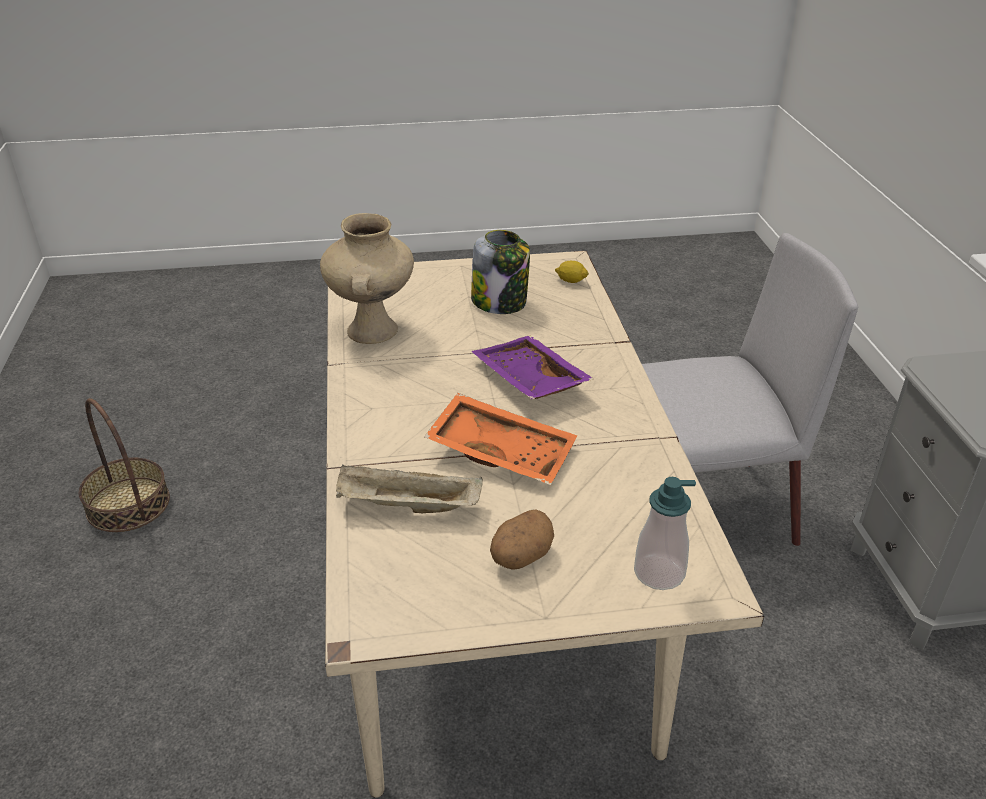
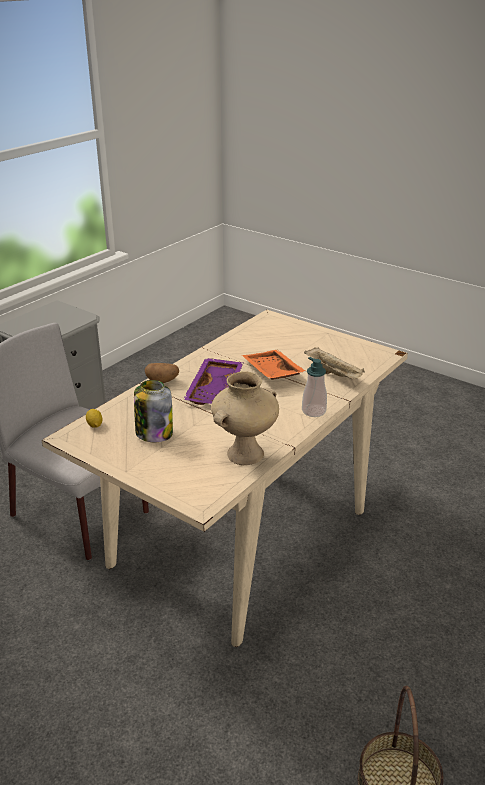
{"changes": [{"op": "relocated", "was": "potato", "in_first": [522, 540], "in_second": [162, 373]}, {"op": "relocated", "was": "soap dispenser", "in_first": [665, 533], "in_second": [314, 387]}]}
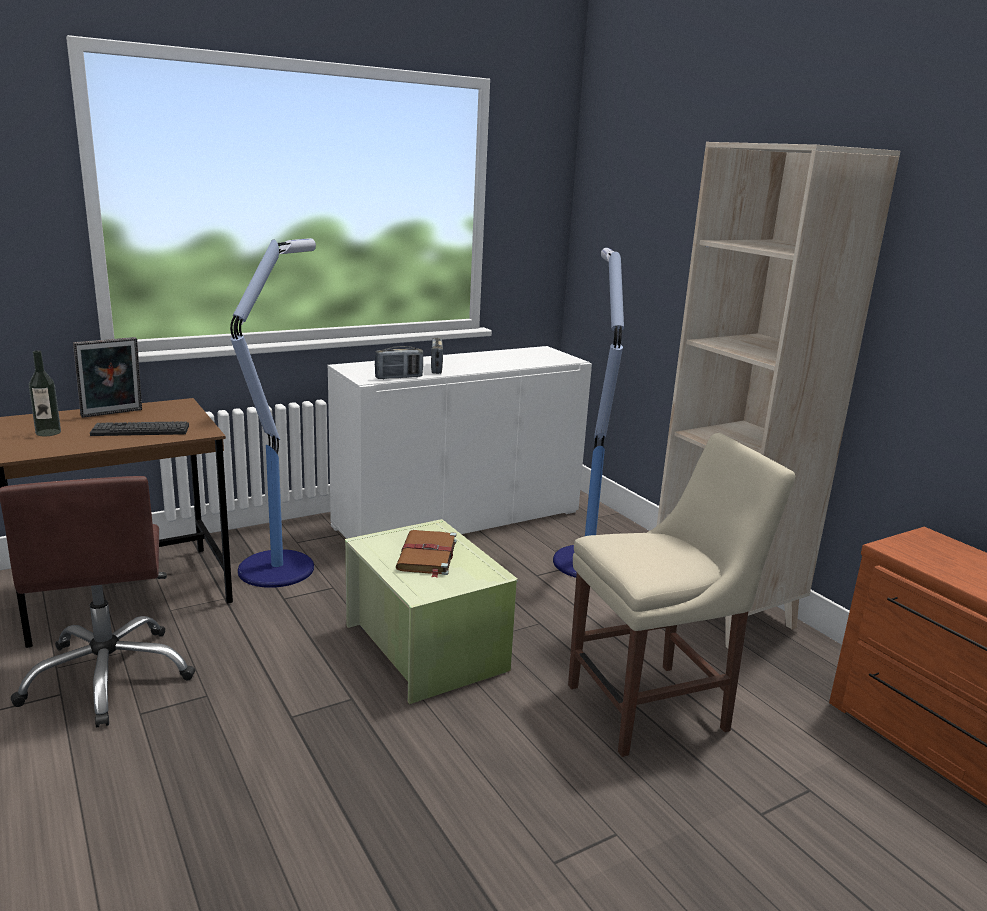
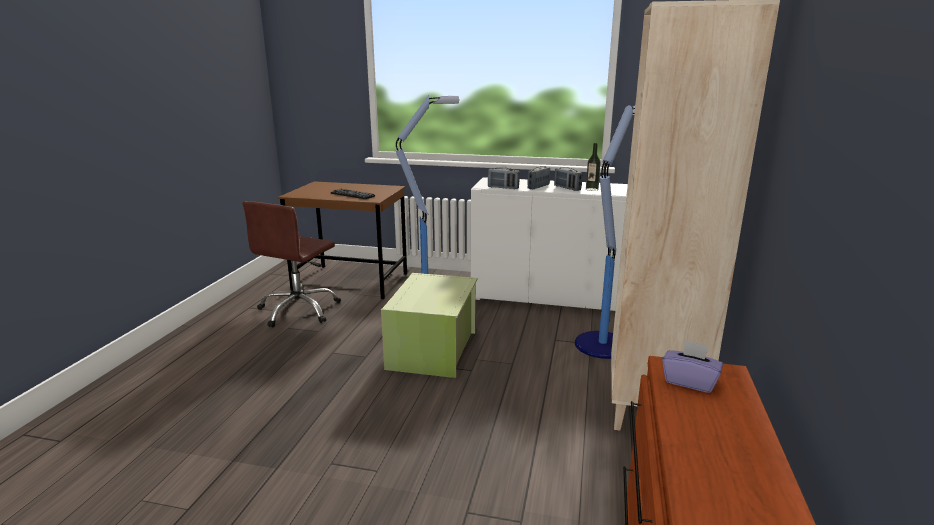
{"changes": [{"op": "relocated", "was": "bottle", "in_first": [45, 393], "in_second": [593, 167]}, {"op": "missing", "was": "picture frame", "in_first": [107, 377]}, {"op": "missing", "was": "brown book", "in_first": [426, 554]}, {"op": "missing", "was": "beige chair", "in_first": [681, 595]}, {"op": "appeared", "now": "radio", "in_second": [568, 179]}, {"op": "appeared", "now": "purple tissue box", "in_second": [692, 366]}]}
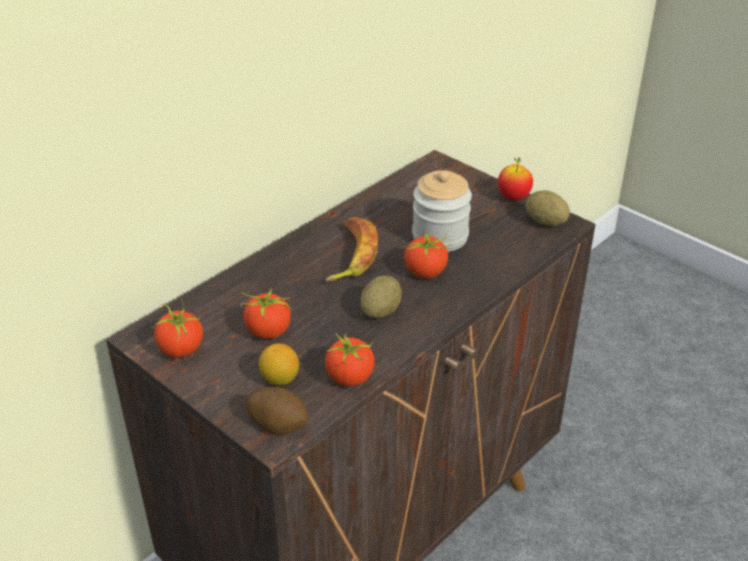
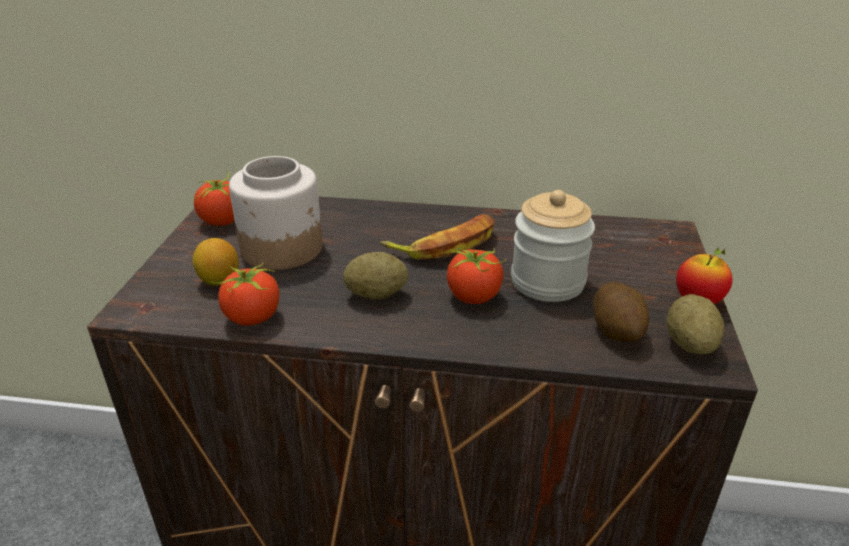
{"changes": [{"op": "exchanged", "was": "tomato", "now": "jar", "in_first": [266, 314], "in_second": [276, 213]}, {"op": "relocated", "was": "potato", "in_first": [277, 411], "in_second": [621, 312]}]}
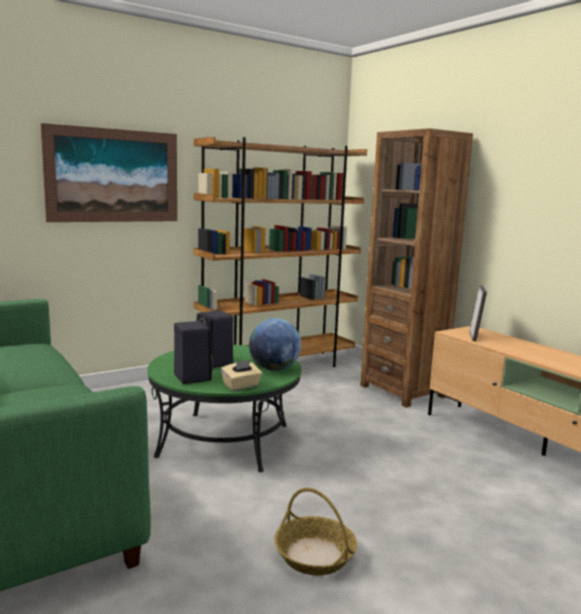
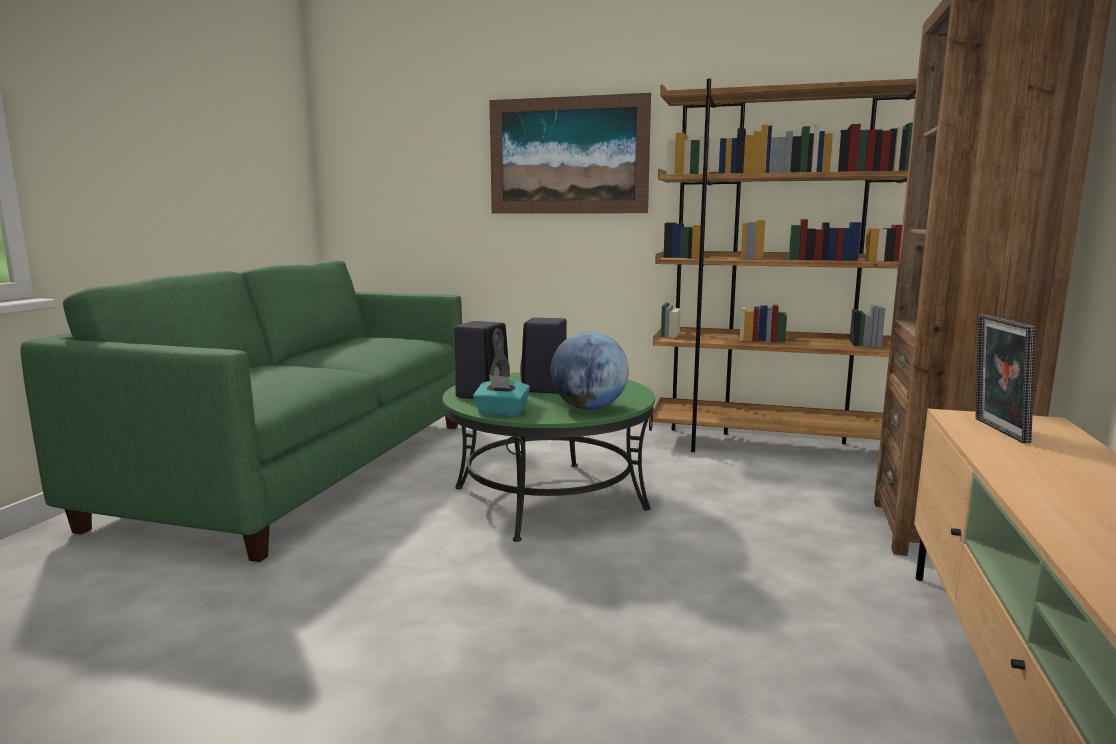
{"changes": [{"op": "colour", "was": "beige tissue box", "now": "turquoise tissue box", "in_first": [241, 375], "in_second": [501, 396]}, {"op": "missing", "was": "basket", "in_first": [315, 531]}, {"op": "spun", "was": "picture frame", "in_first": [478, 313], "in_second": [1005, 378], "clockwise": 120}]}
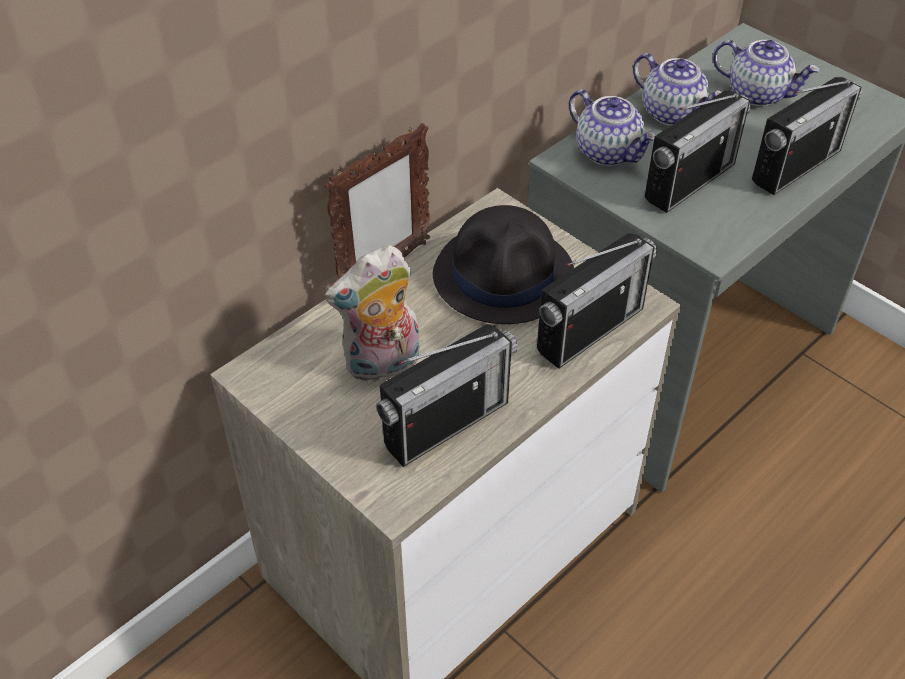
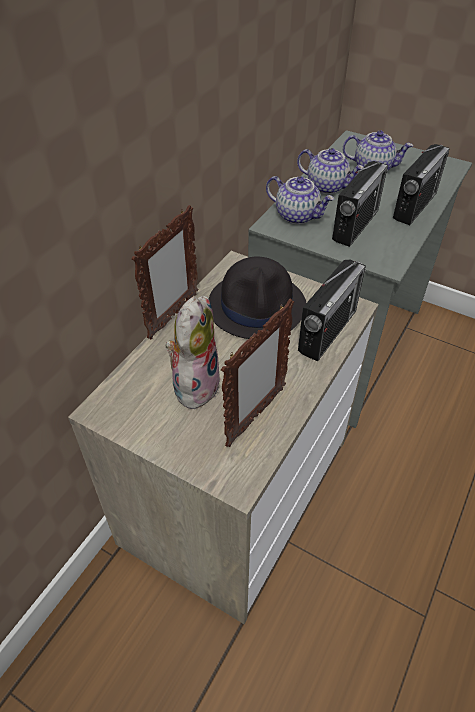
{"changes": [{"op": "spun", "was": "plush toy", "in_first": [372, 313], "in_second": [193, 352], "clockwise": 150}, {"op": "exchanged", "was": "radio", "now": "picture frame", "in_first": [447, 395], "in_second": [257, 373]}]}
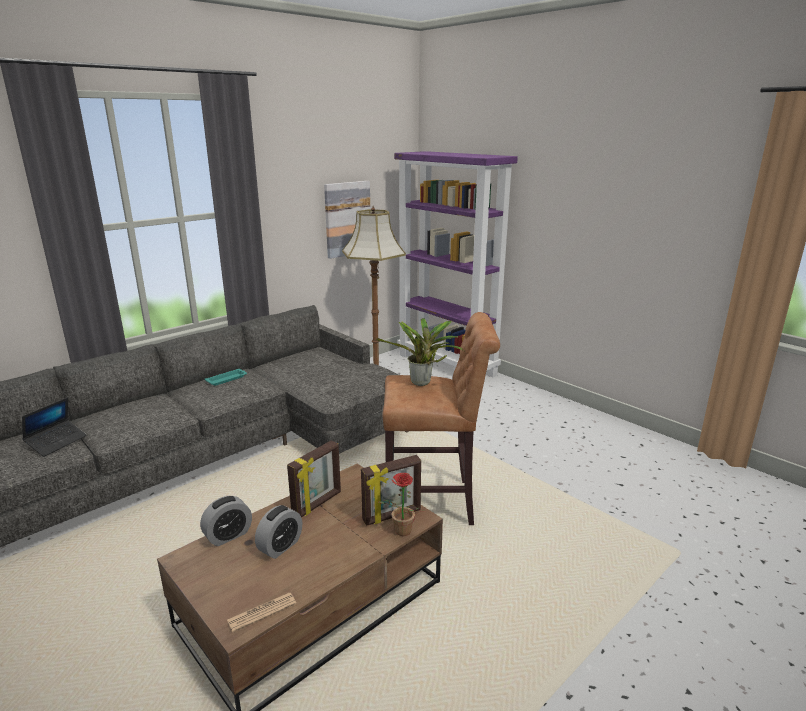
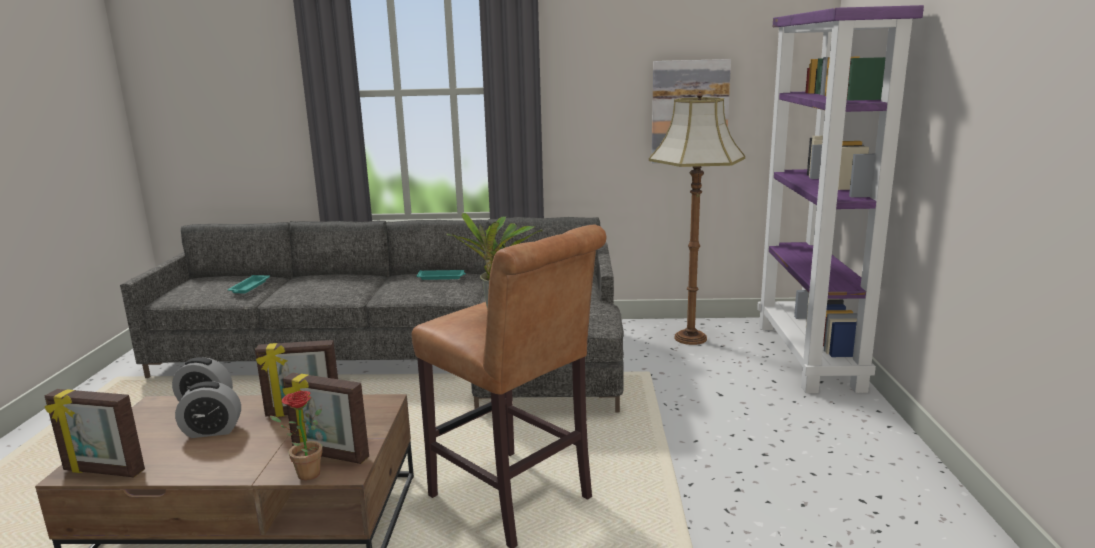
{"changes": [{"op": "exchanged", "was": "laptop", "now": "turquoise tray", "in_first": [54, 427], "in_second": [249, 284]}, {"op": "exchanged", "was": "newspaper", "now": "picture frame", "in_first": [261, 612], "in_second": [95, 433]}]}
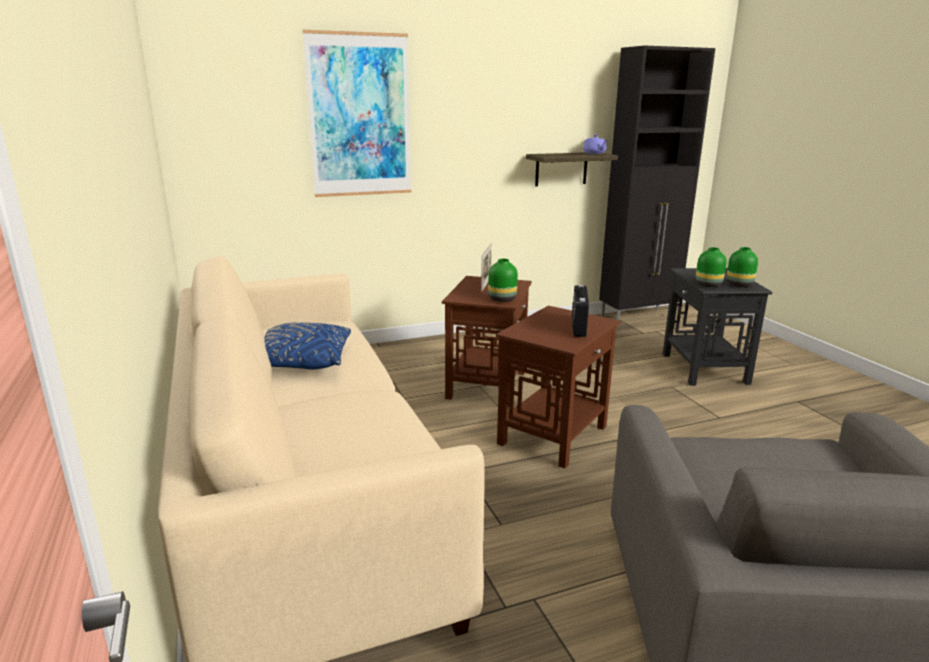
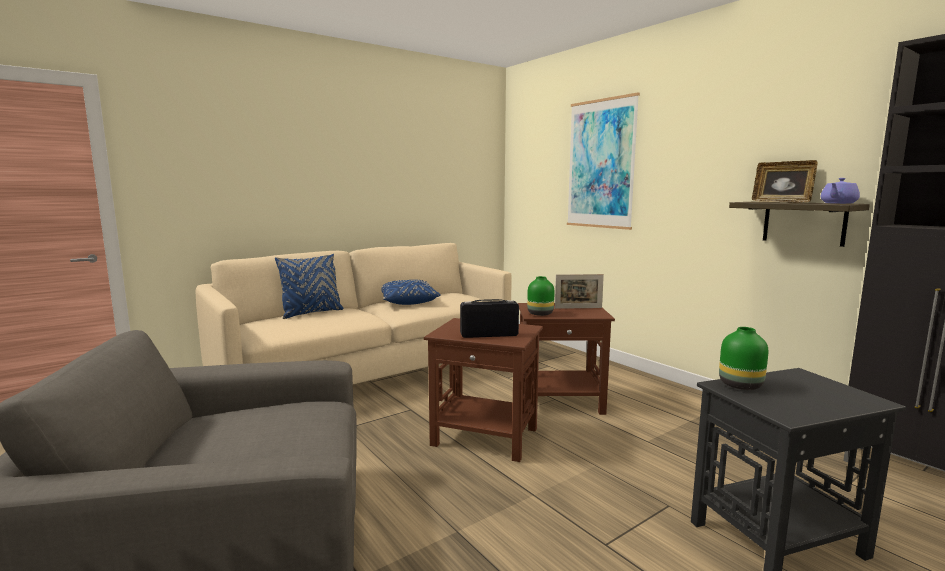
{"changes": [{"op": "missing", "was": "green vase", "in_first": [742, 267]}, {"op": "appeared", "now": "blue pillow", "in_second": [309, 286]}, {"op": "appeared", "now": "picture frame", "in_second": [785, 181]}]}
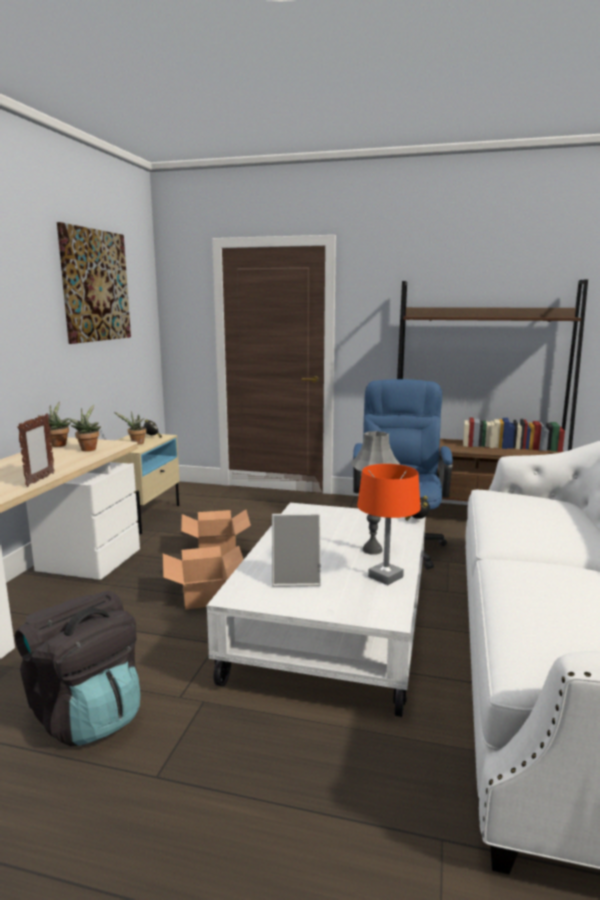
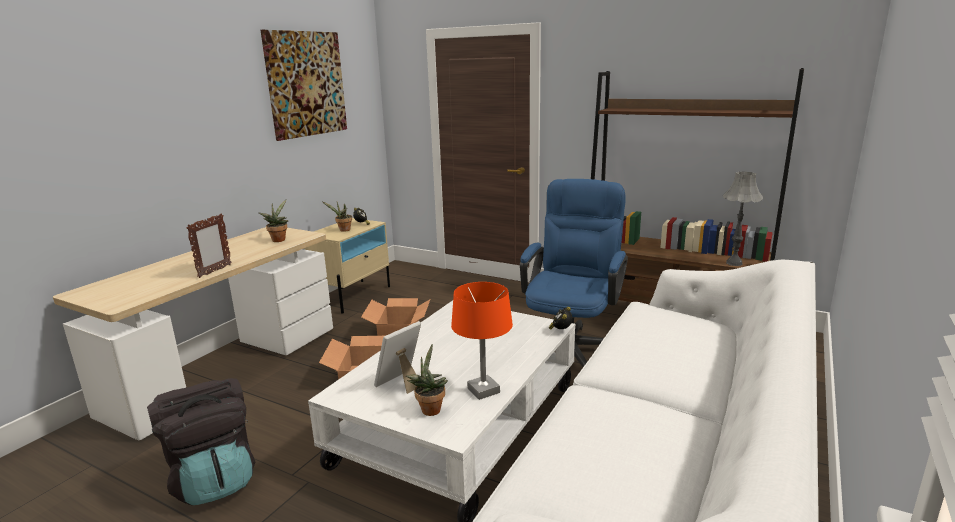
{"changes": [{"op": "relocated", "was": "potted plant", "in_first": [54, 424], "in_second": [427, 380]}, {"op": "spun", "was": "picture frame", "in_first": [296, 550], "in_second": [397, 357], "clockwise": 120}, {"op": "relocated", "was": "grey table lamp", "in_first": [375, 493], "in_second": [743, 219]}]}
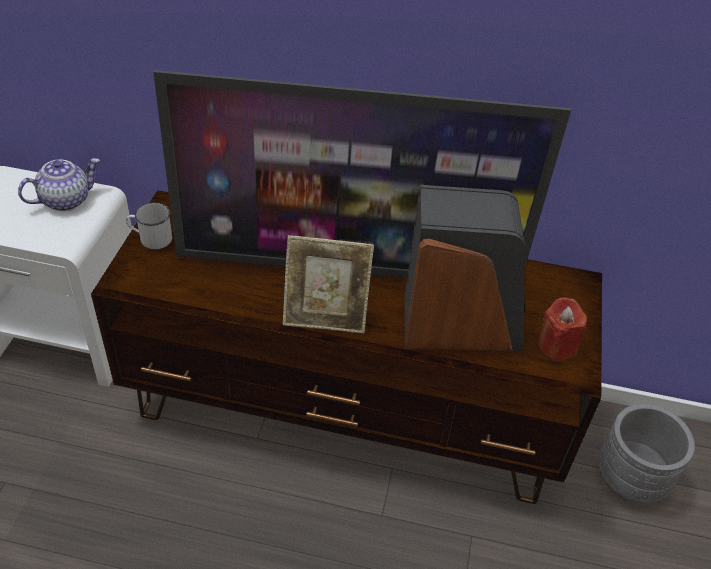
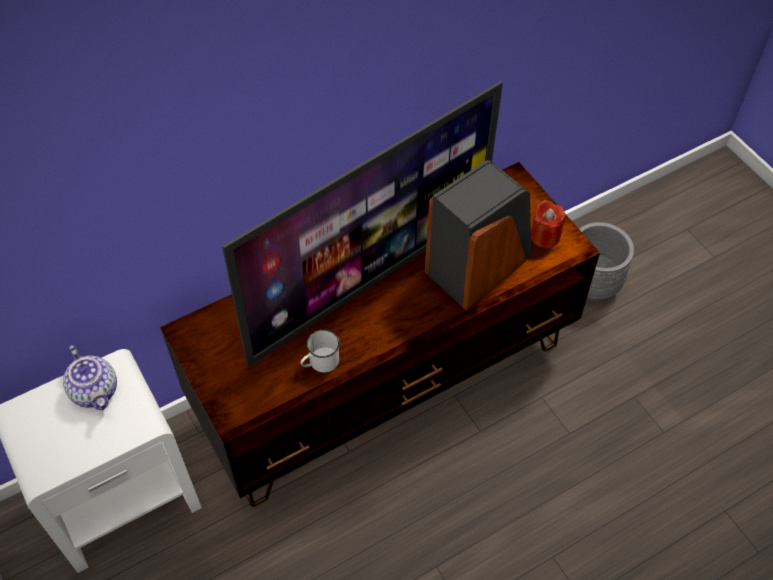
{"changes": [{"op": "spun", "was": "teapot", "in_first": [59, 184], "in_second": [90, 377], "clockwise": 135}, {"op": "relocated", "was": "white mug", "in_first": [149, 225], "in_second": [320, 351]}, {"op": "missing", "was": "picture frame", "in_first": [328, 284]}]}
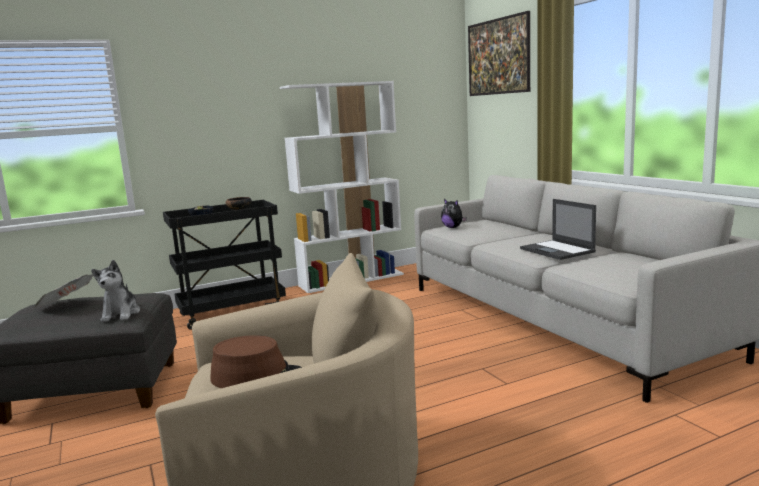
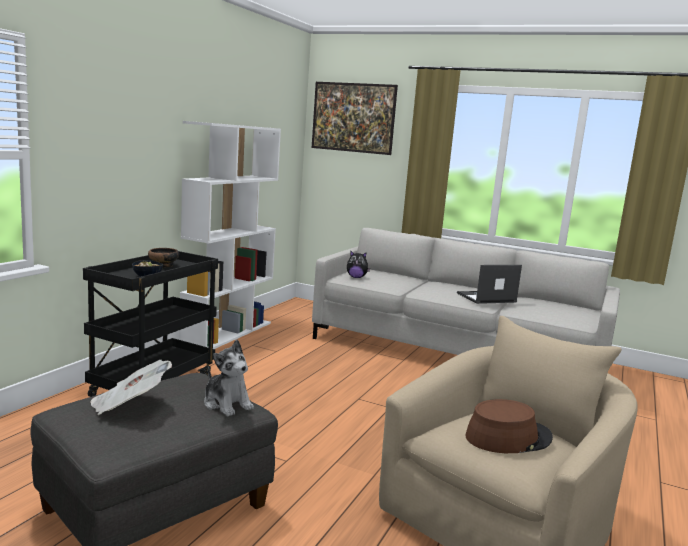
{"changes": [{"op": "spun", "was": "laptop", "in_first": [558, 229], "in_second": [489, 284], "clockwise": 135}]}
